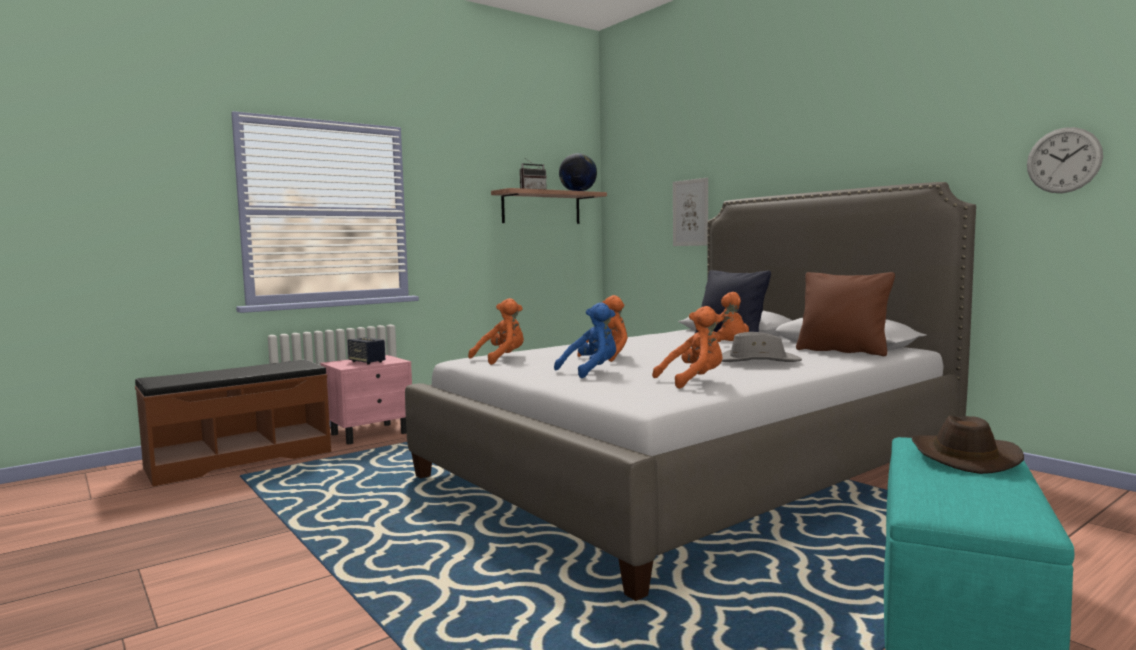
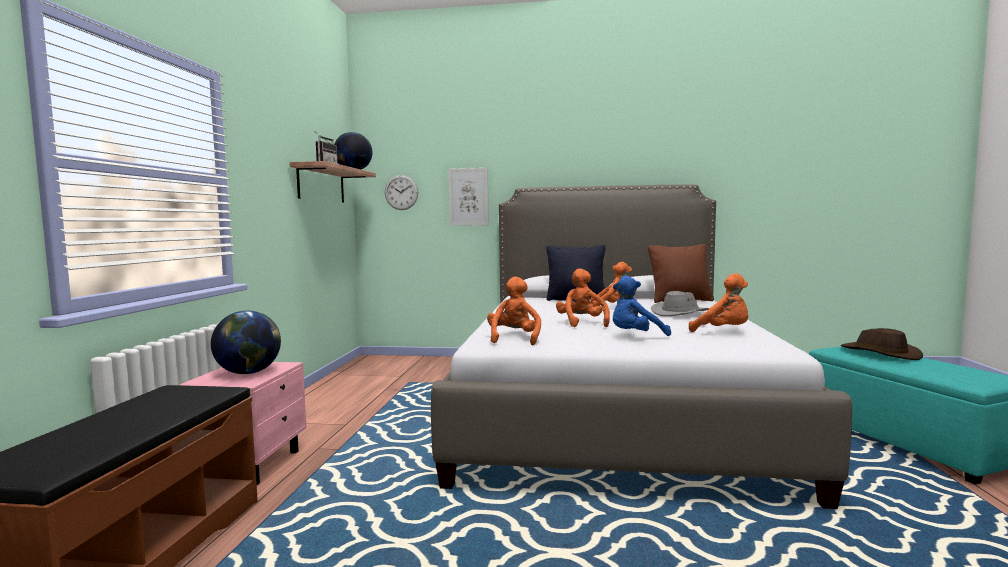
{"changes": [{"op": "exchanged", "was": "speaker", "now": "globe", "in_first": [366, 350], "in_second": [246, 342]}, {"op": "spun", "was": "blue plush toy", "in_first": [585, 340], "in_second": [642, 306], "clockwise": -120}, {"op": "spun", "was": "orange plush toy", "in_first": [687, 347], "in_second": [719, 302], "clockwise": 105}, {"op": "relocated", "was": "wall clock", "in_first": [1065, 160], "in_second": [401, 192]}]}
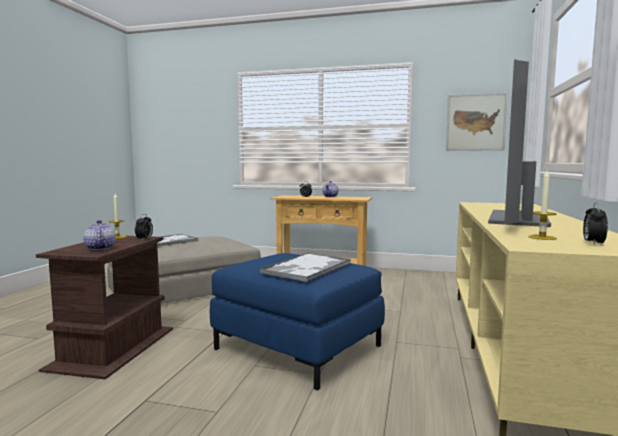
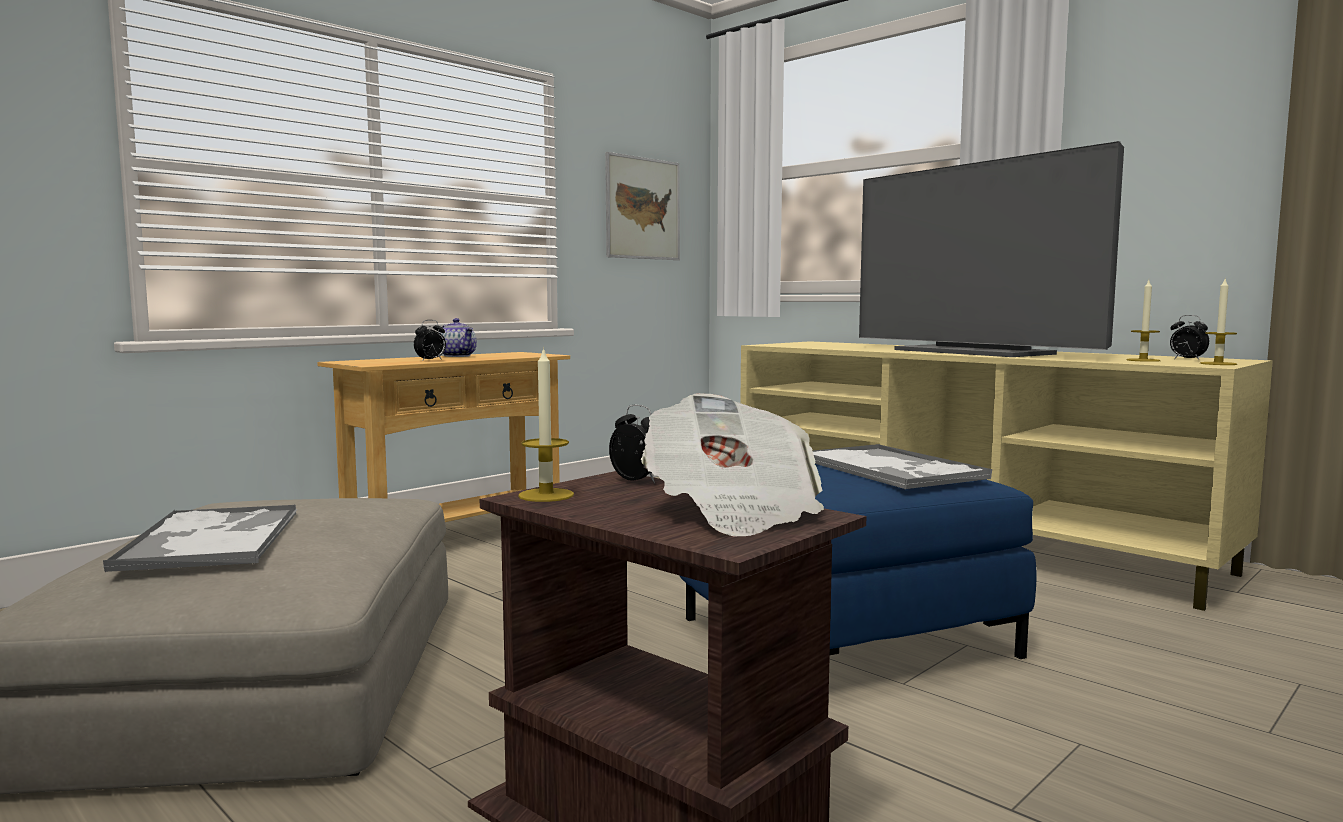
{"changes": [{"op": "exchanged", "was": "teapot", "now": "newspaper", "in_first": [99, 235], "in_second": [732, 465]}, {"op": "appeared", "now": "candle", "in_second": [1218, 322]}]}
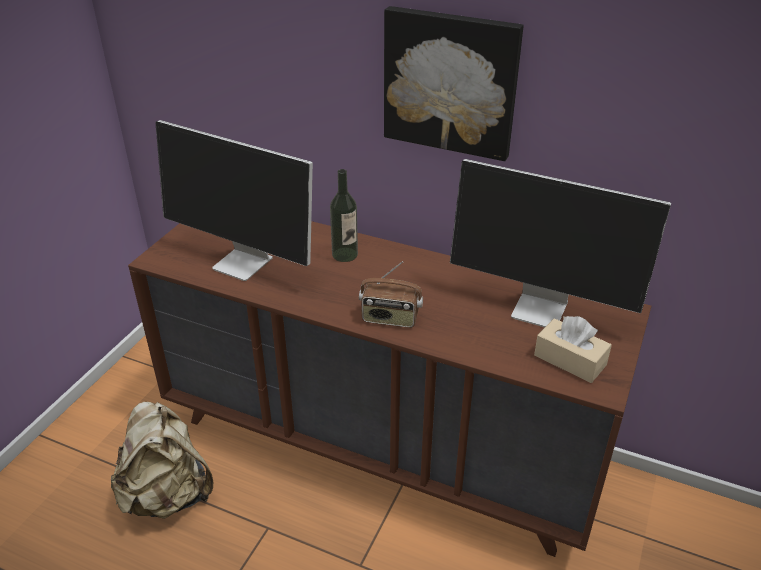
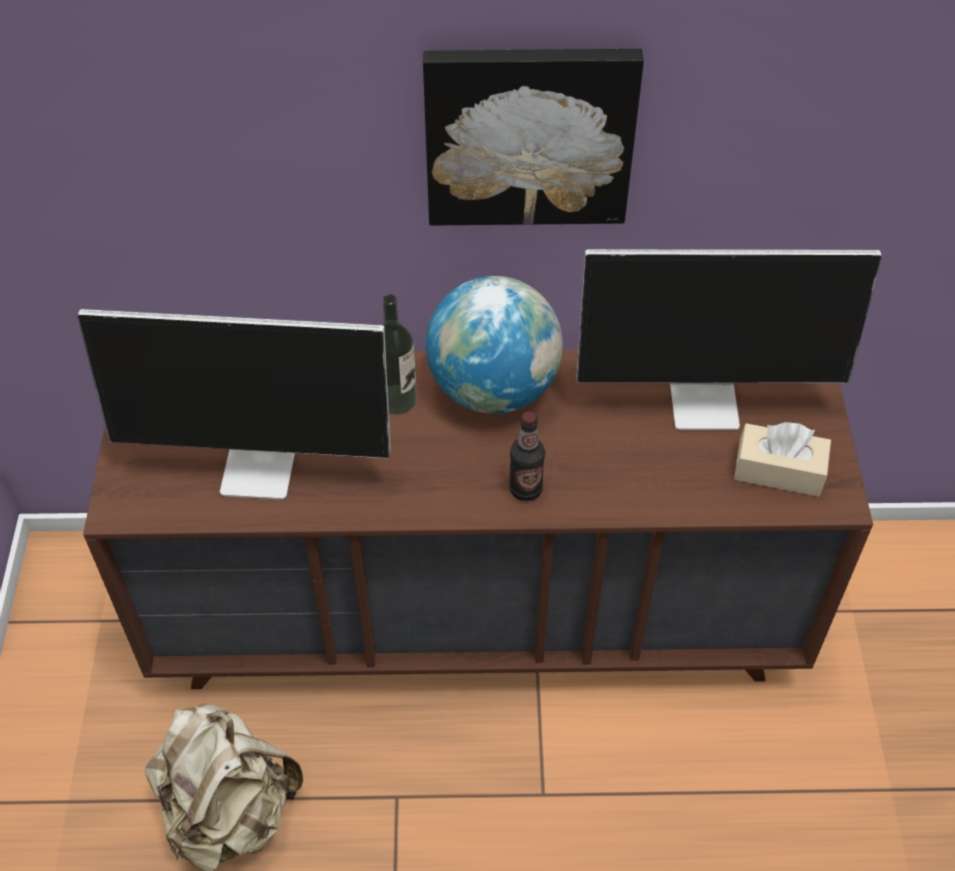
{"changes": [{"op": "exchanged", "was": "radio", "now": "bottle", "in_first": [391, 294], "in_second": [527, 456]}, {"op": "appeared", "now": "globe", "in_second": [494, 345]}]}
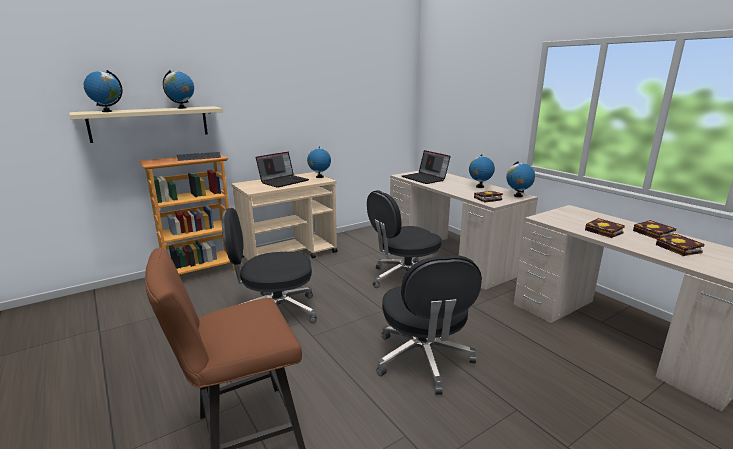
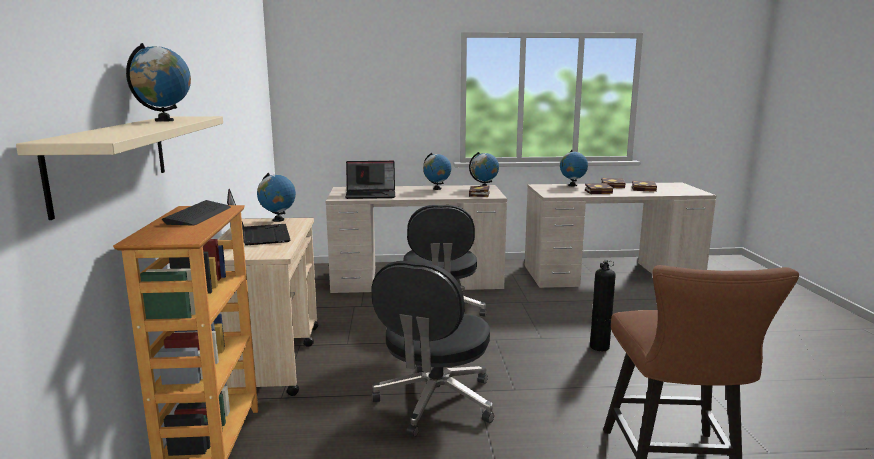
{"changes": [{"op": "relocated", "was": "globe", "in_first": [103, 91], "in_second": [574, 168]}, {"op": "exchanged", "was": "black office chair", "now": "fire extinguisher", "in_first": [429, 325], "in_second": [603, 305]}]}
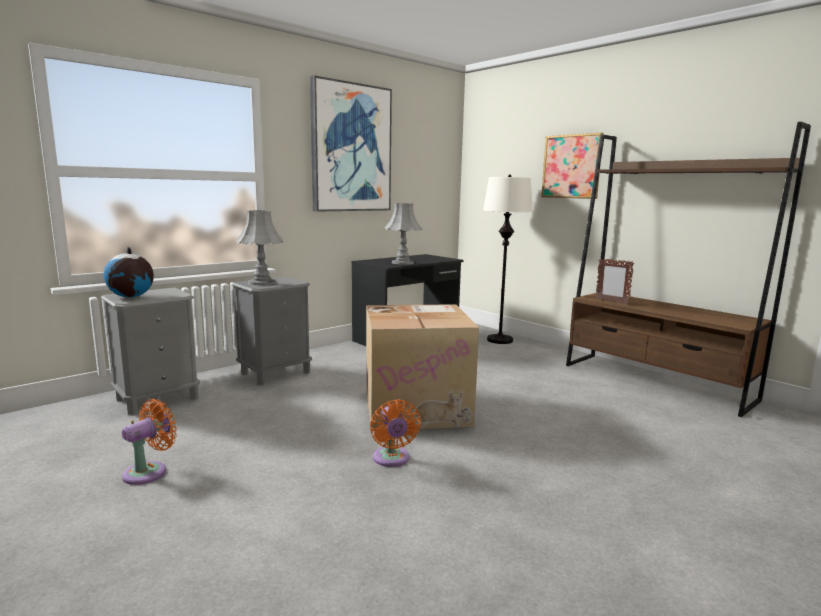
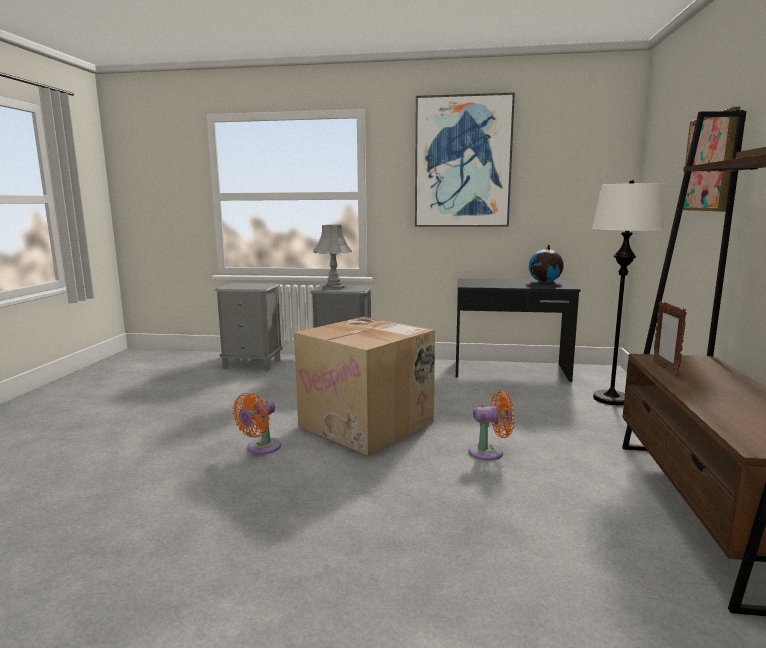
{"changes": [{"op": "relocated", "was": "globe", "in_first": [129, 272], "in_second": [546, 264]}, {"op": "relocated", "was": "orange fan", "in_first": [149, 442], "in_second": [492, 426]}, {"op": "missing", "was": "grey table lamp", "in_first": [403, 234]}]}
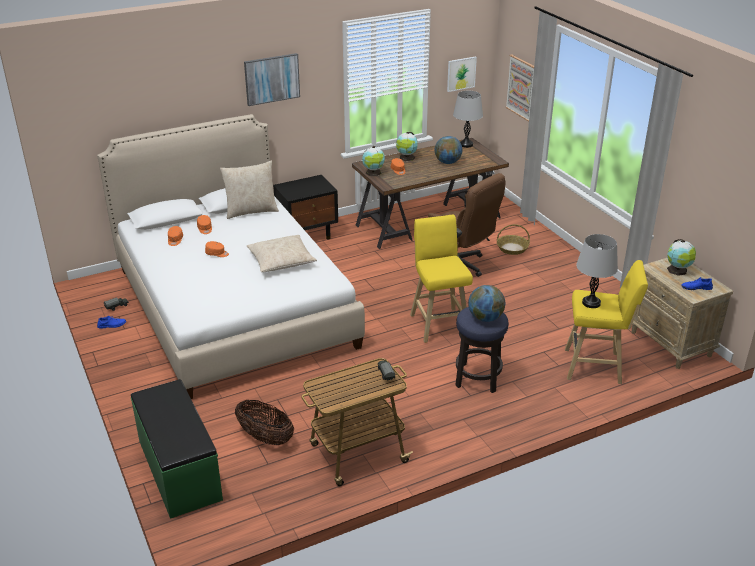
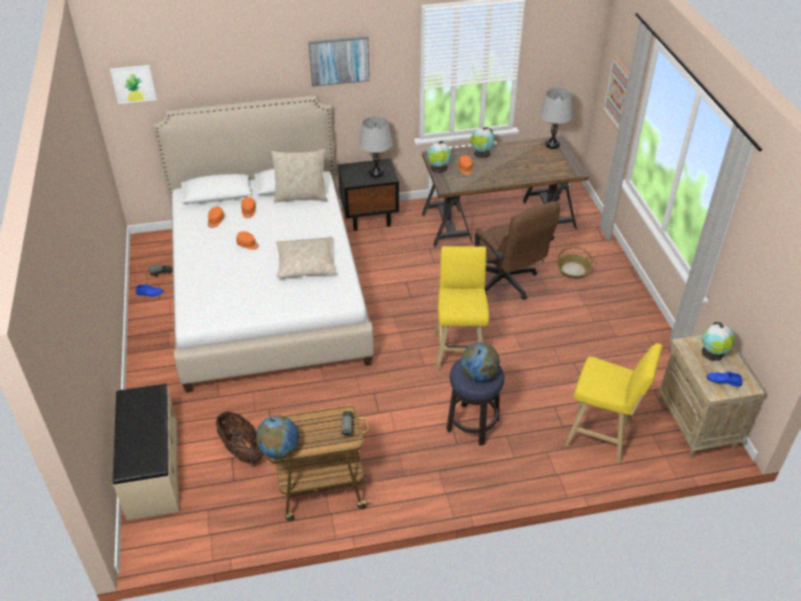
{"changes": [{"op": "colour", "was": "green bench", "now": "beige bench", "in_first": [177, 449], "in_second": [146, 452]}, {"op": "relocated", "was": "globe", "in_first": [448, 150], "in_second": [277, 436]}, {"op": "relocated", "was": "picture", "in_first": [462, 74], "in_second": [133, 84]}, {"op": "relocated", "was": "grey table lamp", "in_first": [597, 271], "in_second": [375, 146]}]}
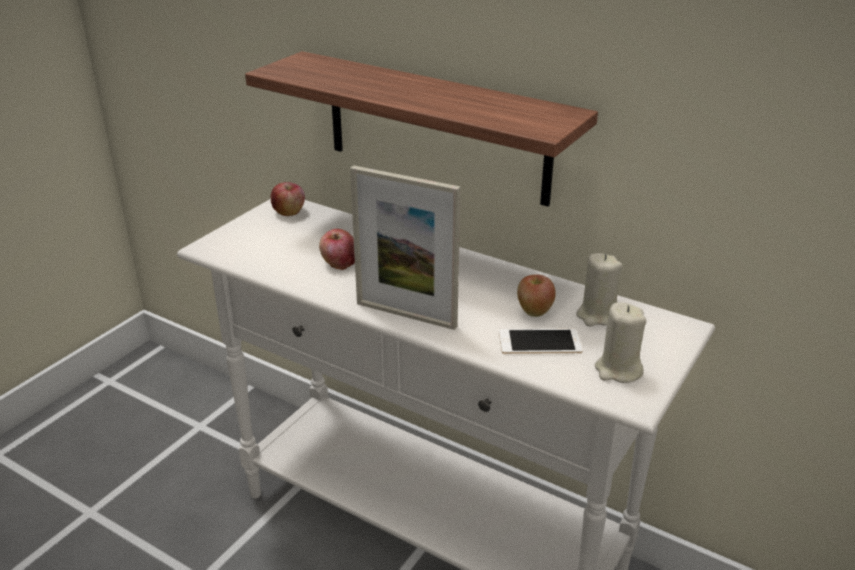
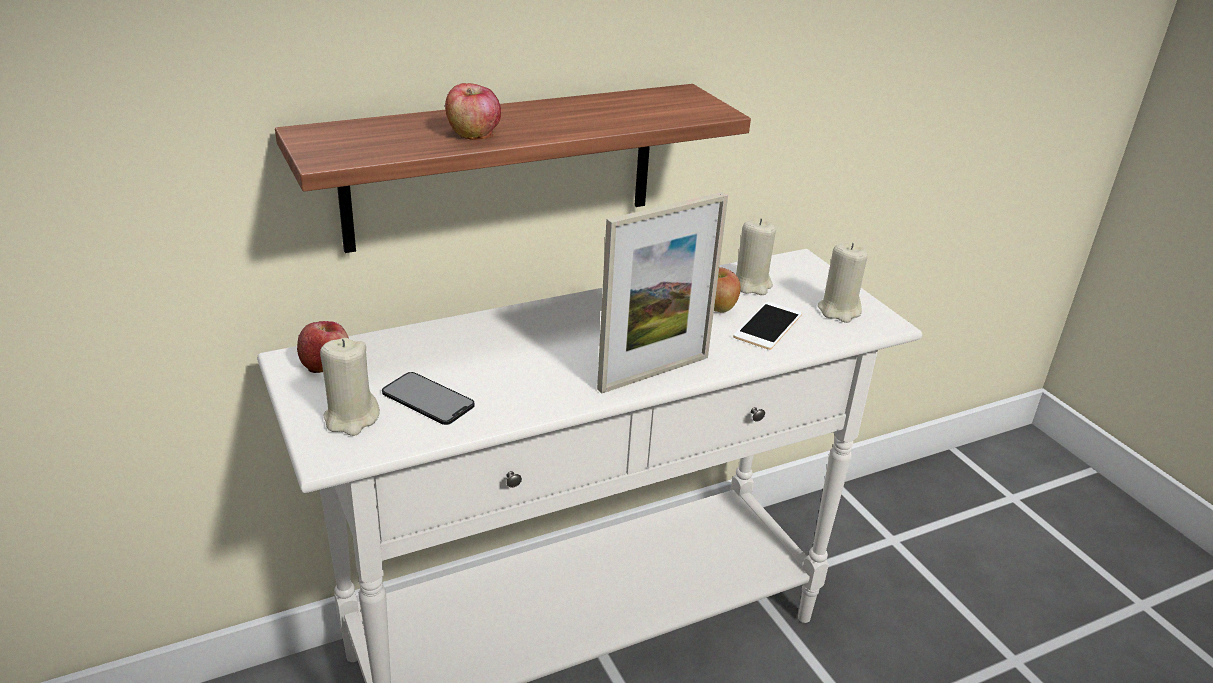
{"changes": [{"op": "relocated", "was": "apple", "in_first": [337, 249], "in_second": [473, 111]}, {"op": "appeared", "now": "beige candle", "in_second": [350, 387]}, {"op": "appeared", "now": "phone", "in_second": [428, 398]}]}
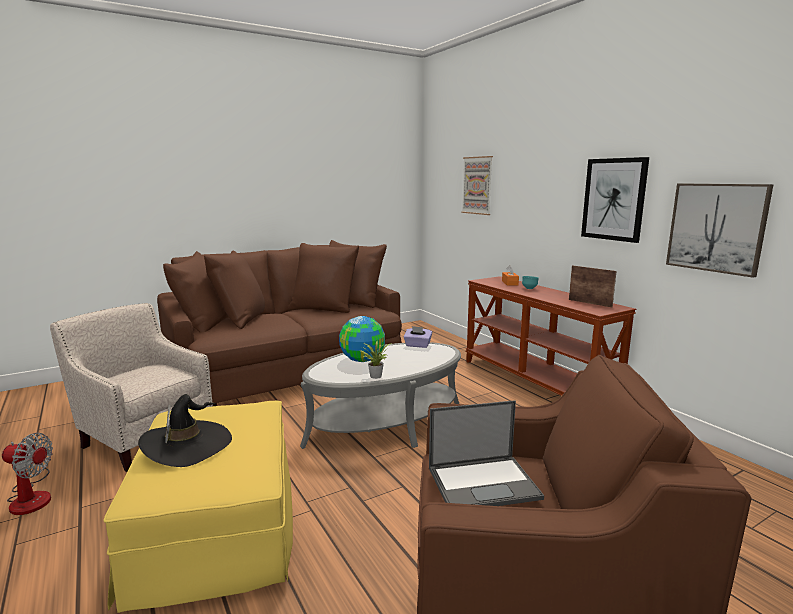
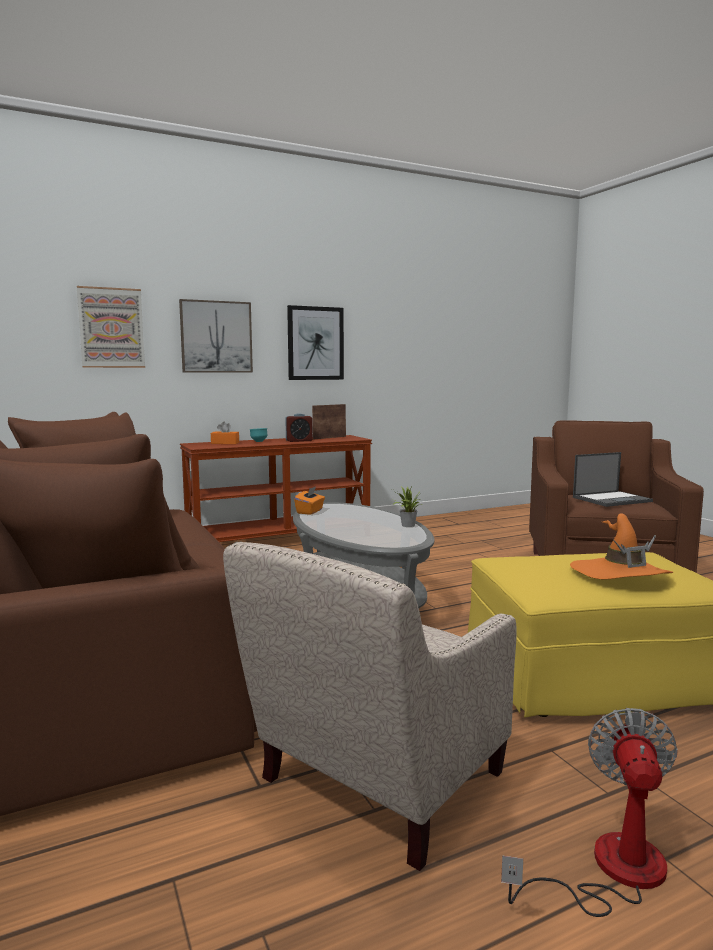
{"changes": [{"op": "colour", "was": "black hat", "now": "orange hat", "in_first": [185, 430], "in_second": [622, 546]}, {"op": "missing", "was": "globe", "in_first": [362, 339]}, {"op": "colour", "was": "purple tissue box", "now": "orange tissue box", "in_first": [418, 337], "in_second": [309, 501]}, {"op": "spun", "was": "laptop", "in_first": [486, 453], "in_second": [613, 479], "clockwise": 75}, {"op": "relocated", "was": "picture", "in_first": [720, 231], "in_second": [216, 336]}, {"op": "appeared", "now": "alarm clock", "in_second": [298, 427]}]}
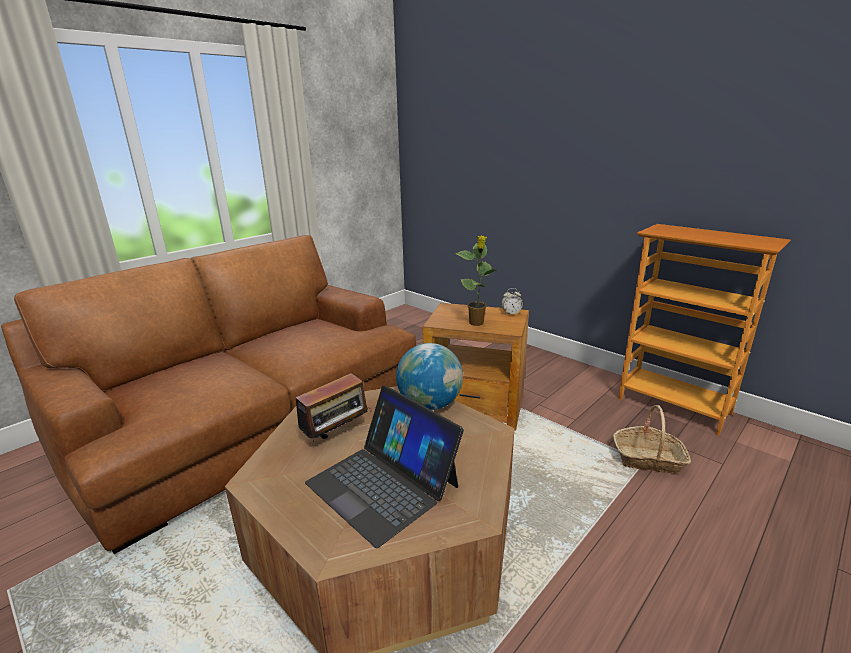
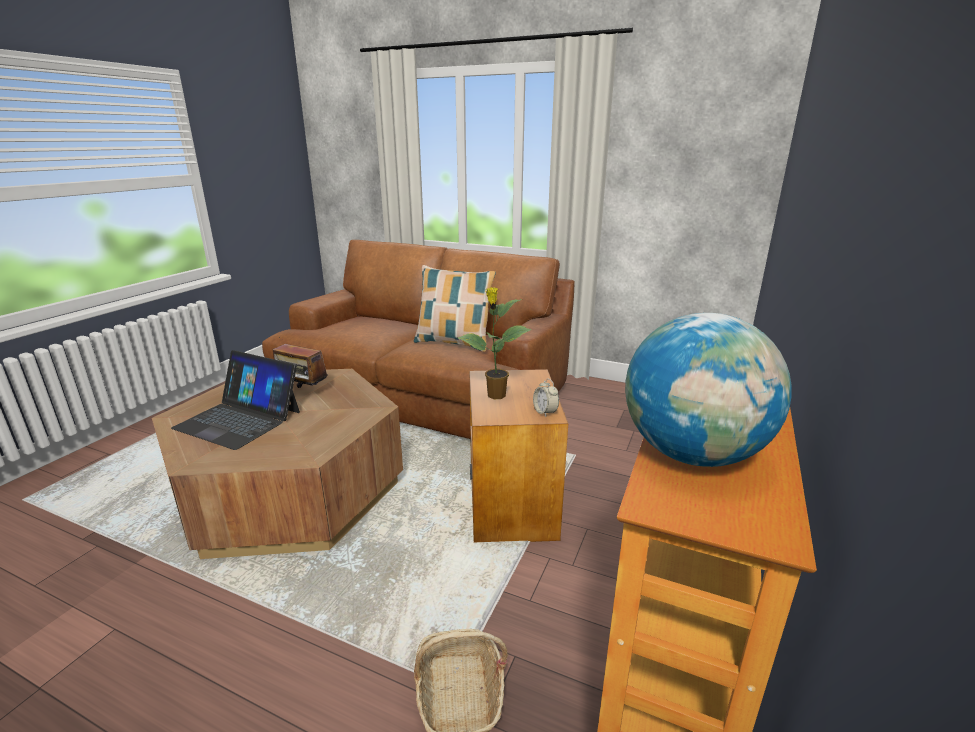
{"changes": [{"op": "spun", "was": "laptop", "in_first": [384, 467], "in_second": [235, 400], "clockwise": -90}, {"op": "relocated", "was": "globe", "in_first": [429, 376], "in_second": [708, 390]}, {"op": "appeared", "now": "pillow", "in_second": [455, 308]}]}
